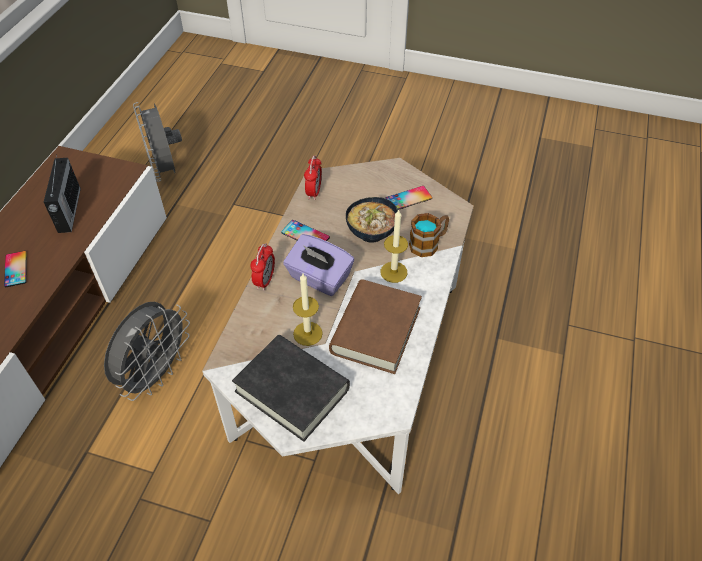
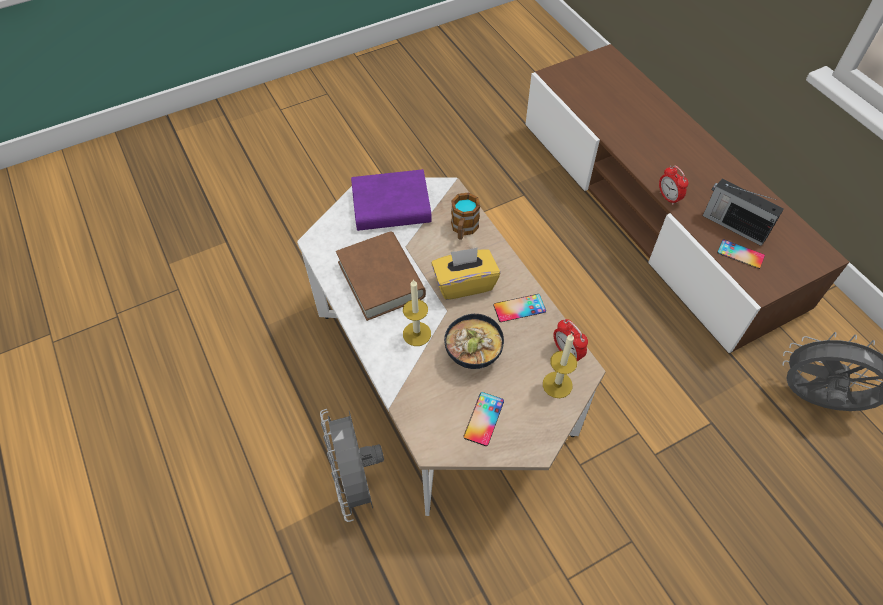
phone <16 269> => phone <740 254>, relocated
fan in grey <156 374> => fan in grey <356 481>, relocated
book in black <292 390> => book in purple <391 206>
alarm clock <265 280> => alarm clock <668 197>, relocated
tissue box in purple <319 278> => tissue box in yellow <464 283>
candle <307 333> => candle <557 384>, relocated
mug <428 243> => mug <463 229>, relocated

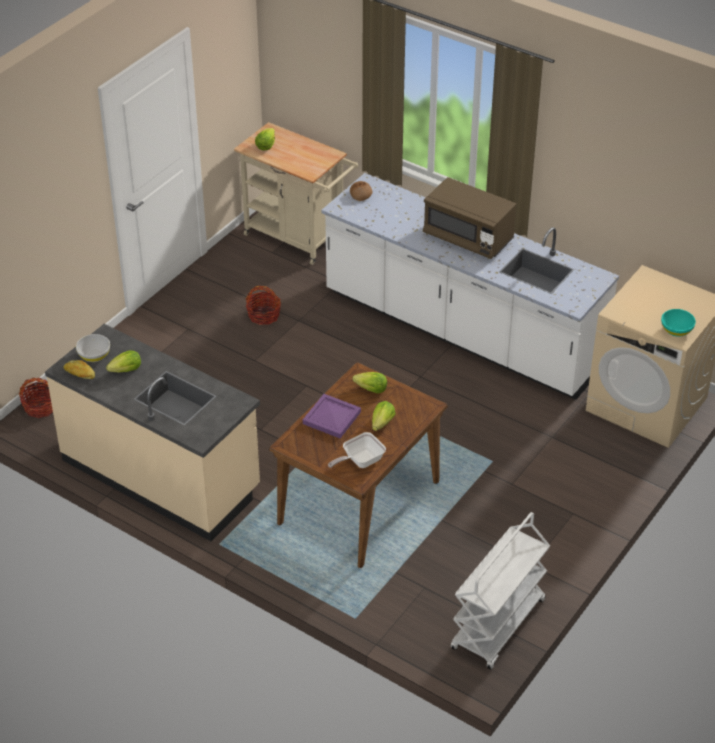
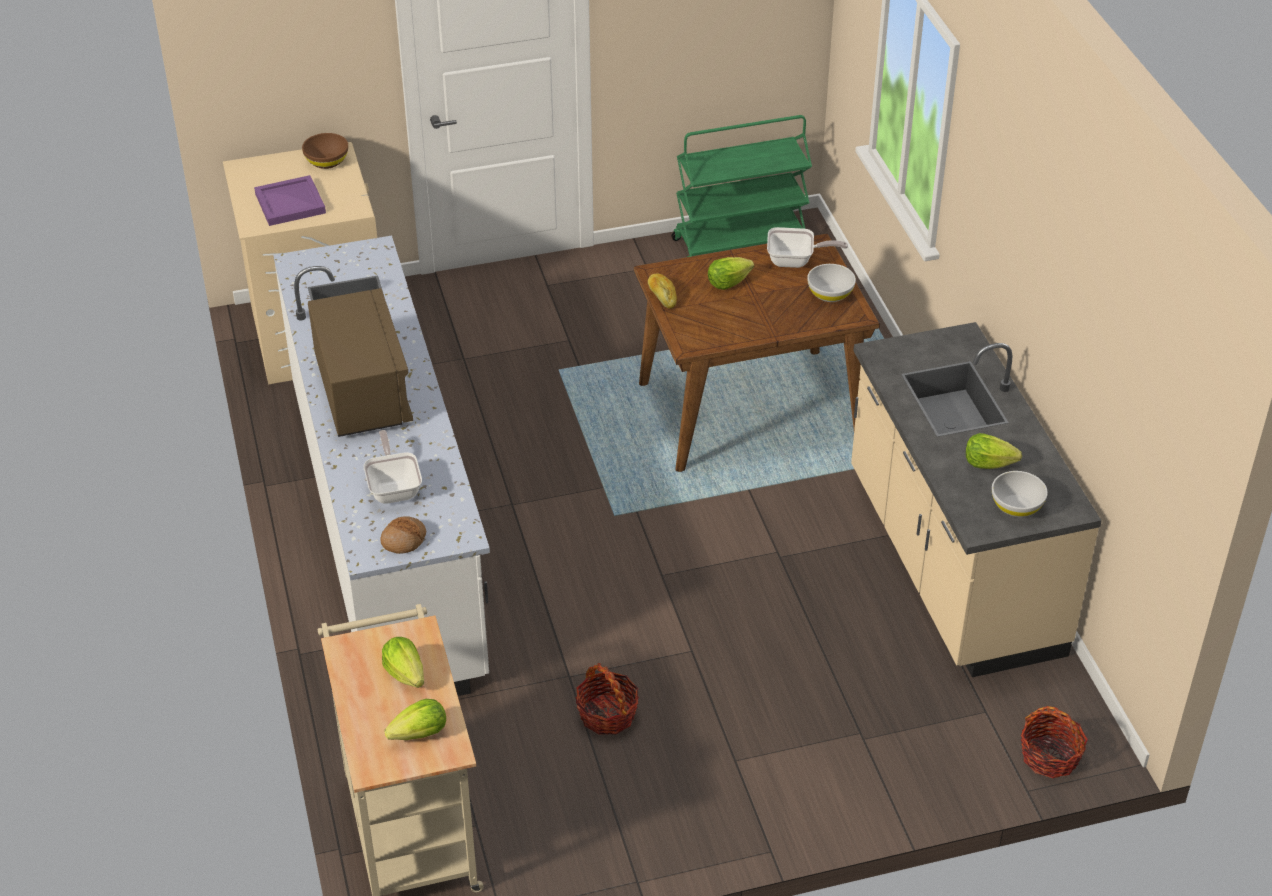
bread <79 374> => bread <662 296>, relocated
tray in purple <331 418> => tray in purple <291 204>, relocated
lettuce <371 389> => lettuce <405 673>, relocated
cart in white <498 626> => cart in green <740 243>
bowl in turquoise <676 330> => bowl in brown <326 161>
nothing => frying pan <394 487>
nothing => bowl in white <830 294>

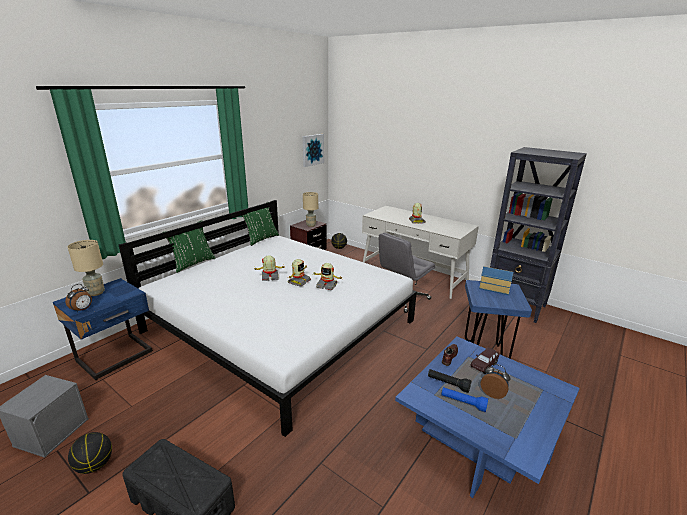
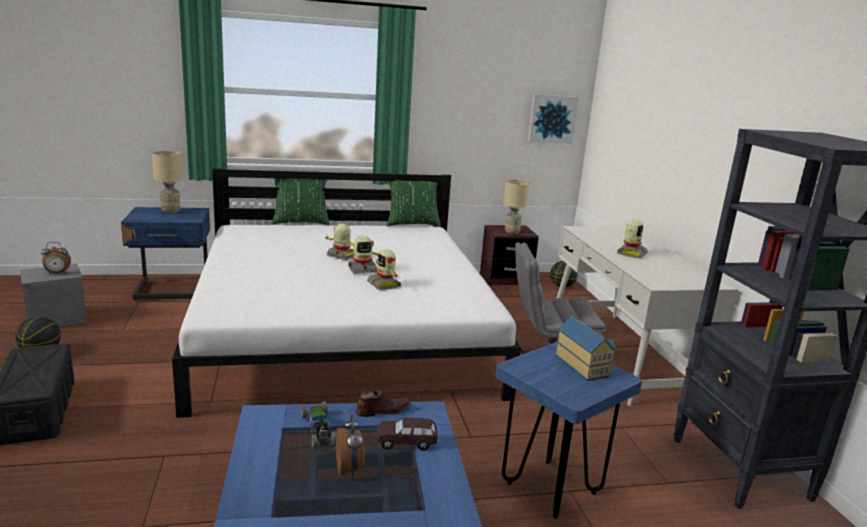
alarm clock <82 309> => alarm clock <57 273>, relocated
flashlight in black <448 384> => toy car <319 430>
flashlight in blue <463 403> => nothing

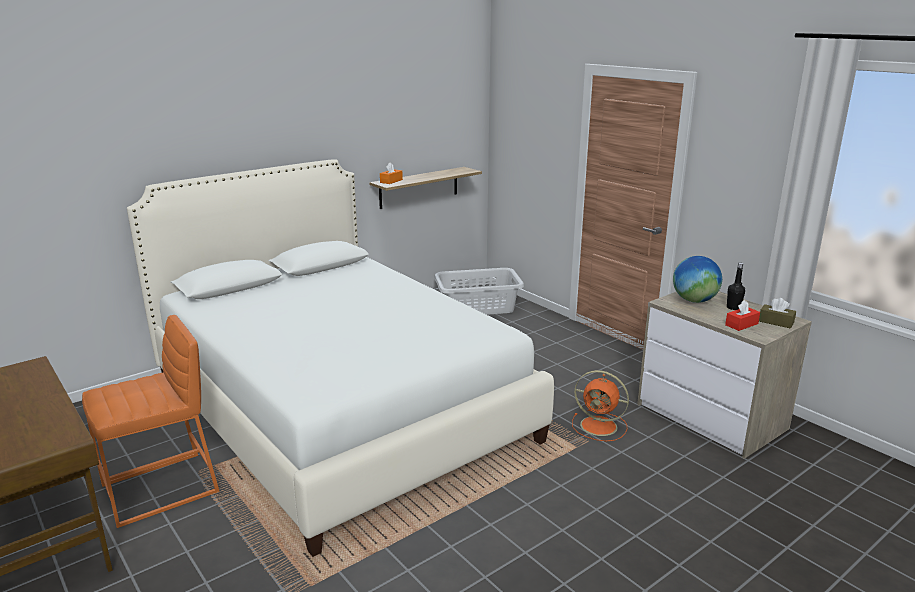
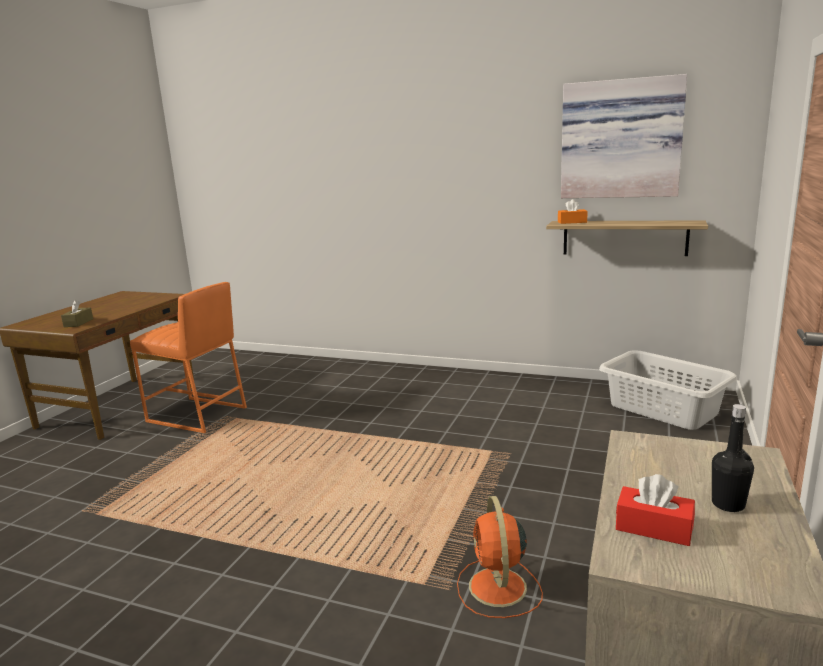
bed in white <339 408> => nothing
globe <694 301> => nothing
tissue box in brown <776 322> => tissue box in brown <78 323>, relocated
nothing => picture <620 139>

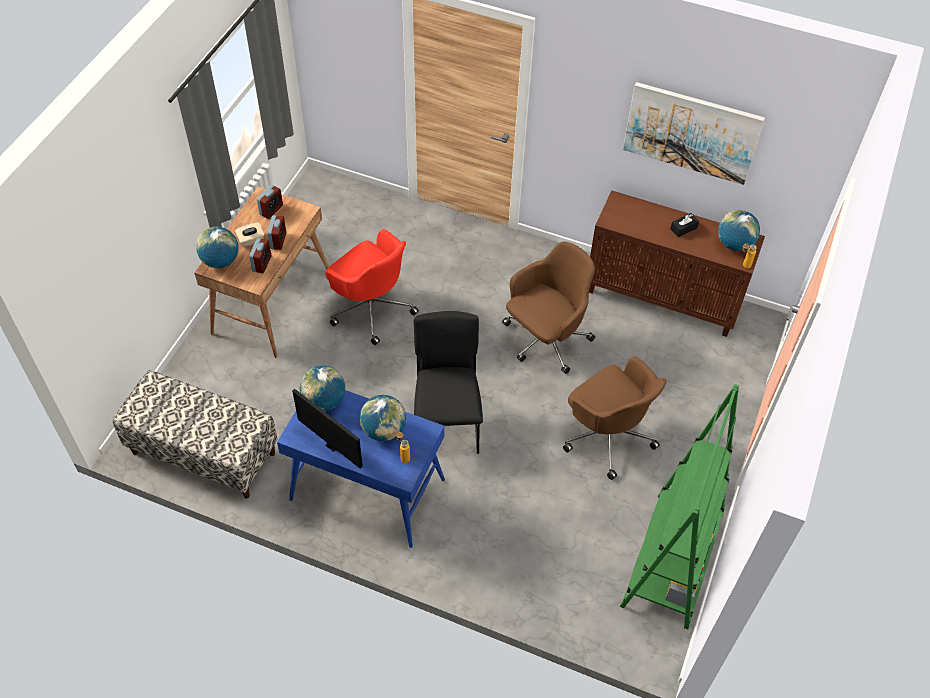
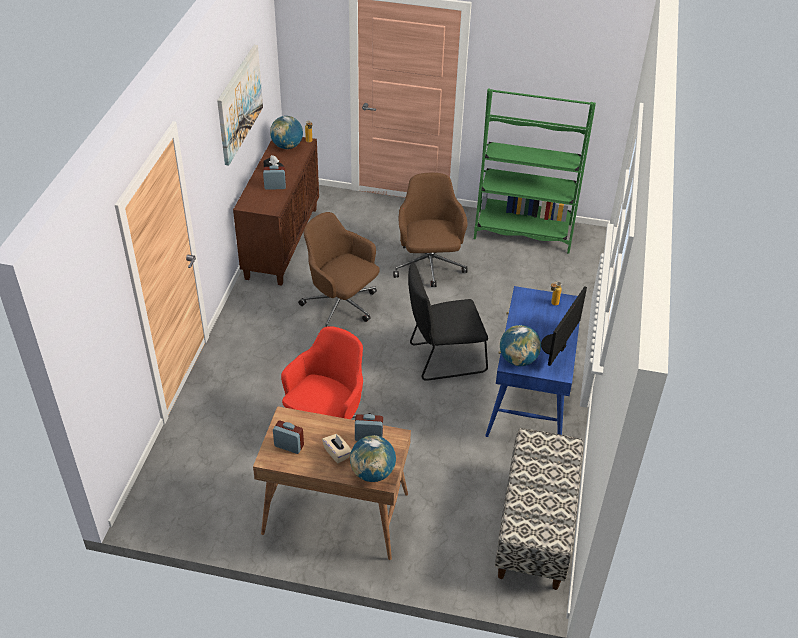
alarm clock <278 241> => alarm clock <275 186>, relocated
globe <383 430> => nothing
office chair in brown <607 435> => office chair in brown <429 266>, 45 degrees counterclockwise

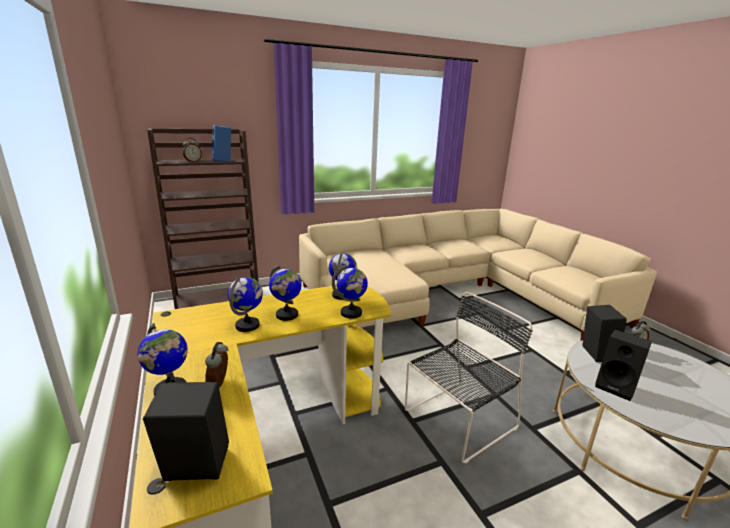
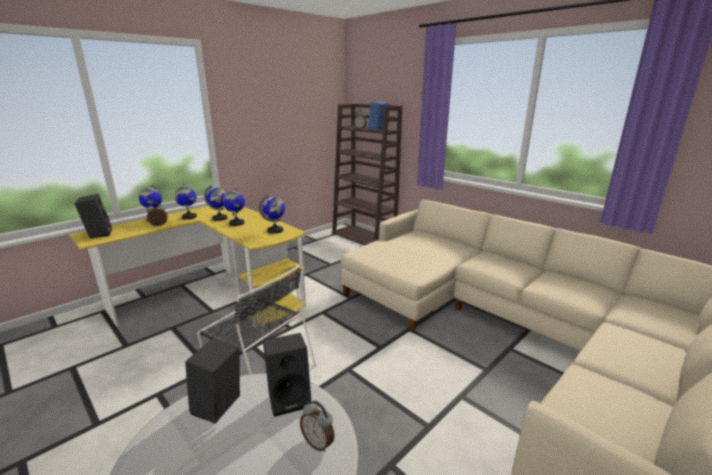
globe <351 313> => globe <189 217>, relocated

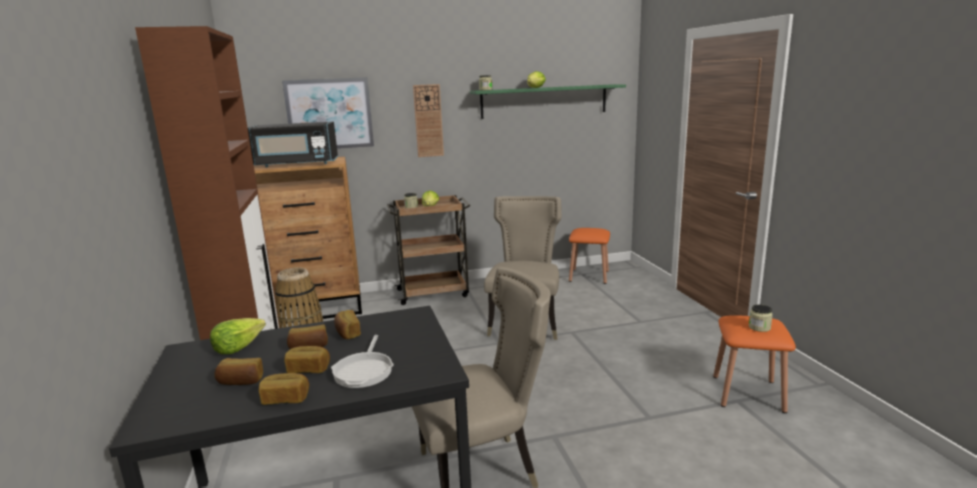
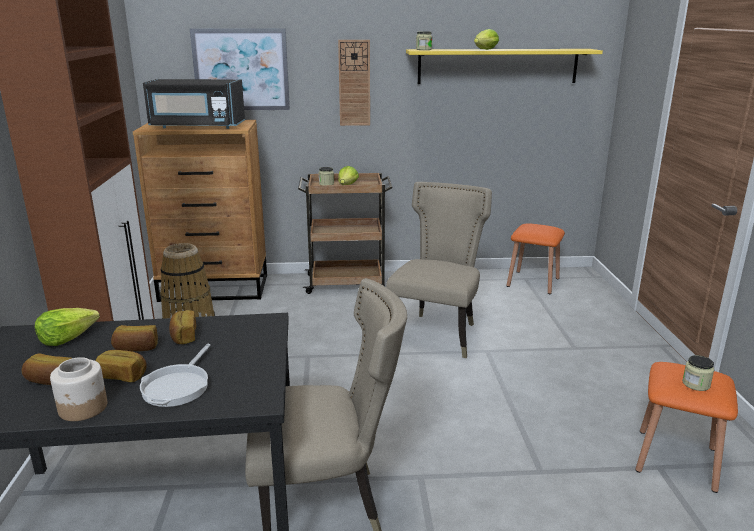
bread <285 398> => jar <83 408>
shelf in green <544 101> => shelf in yellow <497 66>

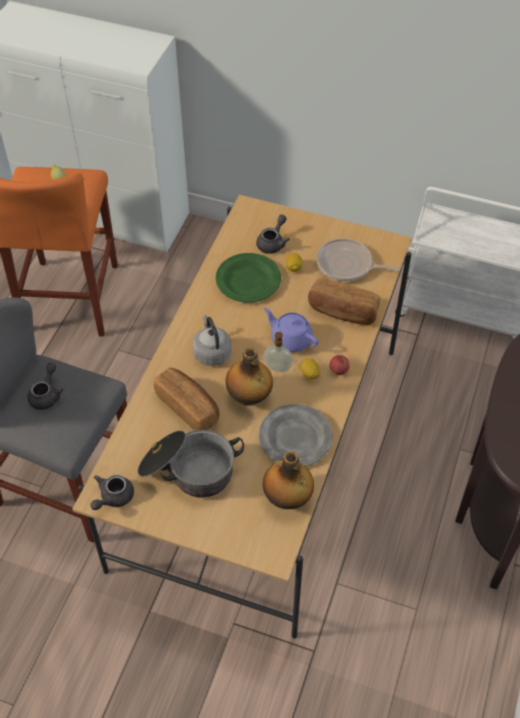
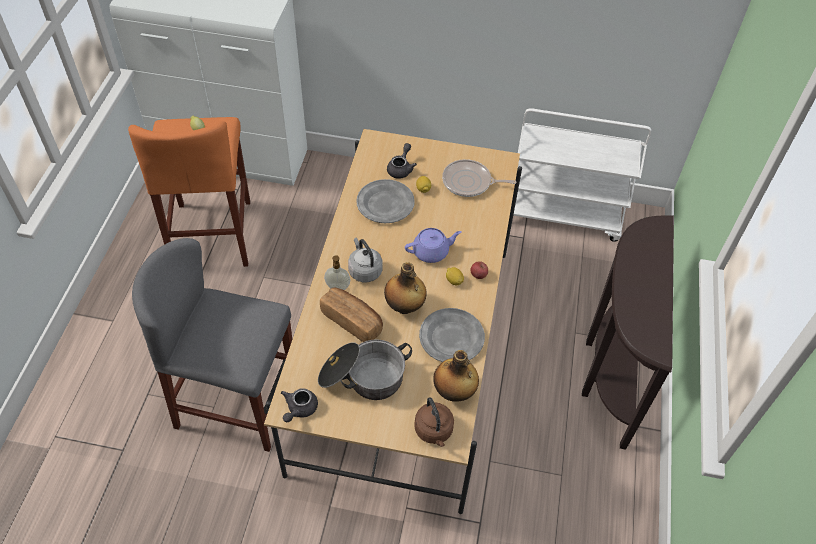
teapot in grey <47 395> => nothing
plate in green <248 280> => plate in grey <385 203>
teapot in purple <290 339> => teapot in purple <431 252>, 135 degrees clockwise
soap dispenser <277 368> => soap dispenser <337 287>, relocated
bread <342 312> => nothing
nothing => kettle in brown <434 431>

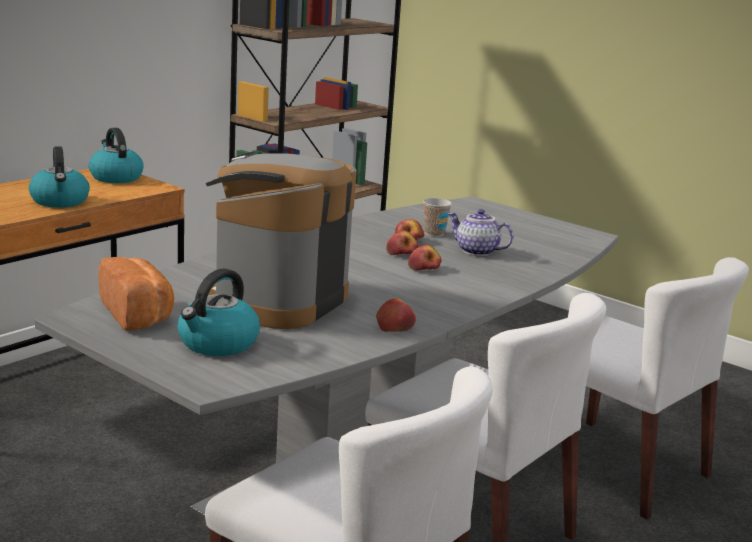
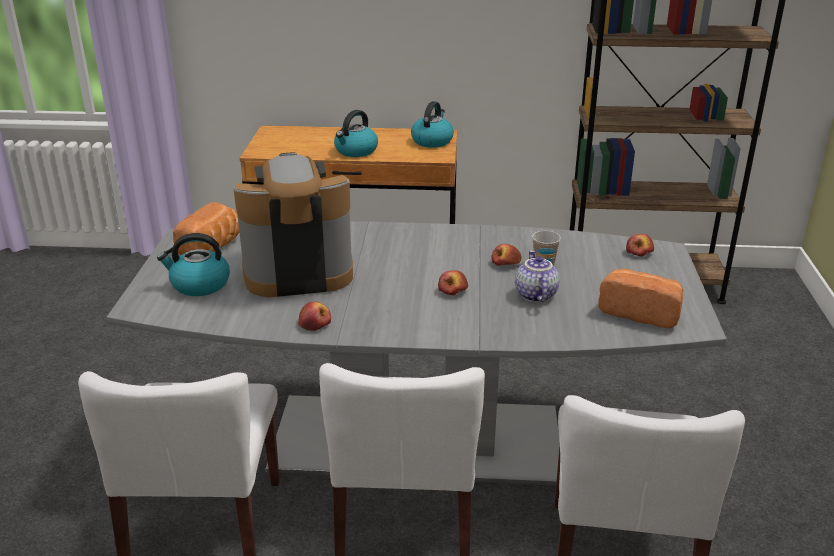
apple <401 253> => apple <639 253>, relocated
nothing => bread <641 312>

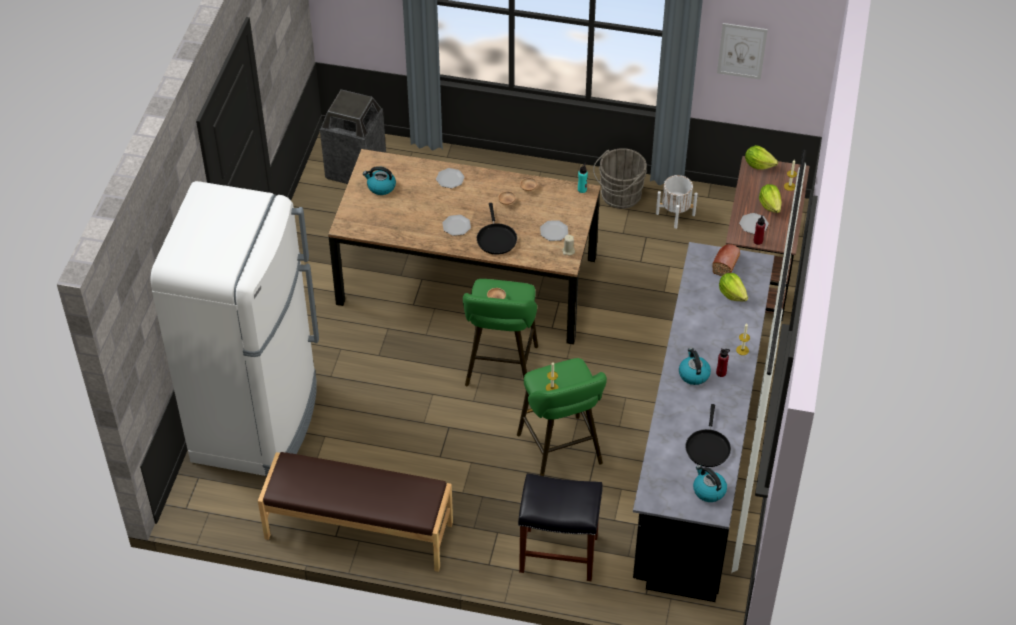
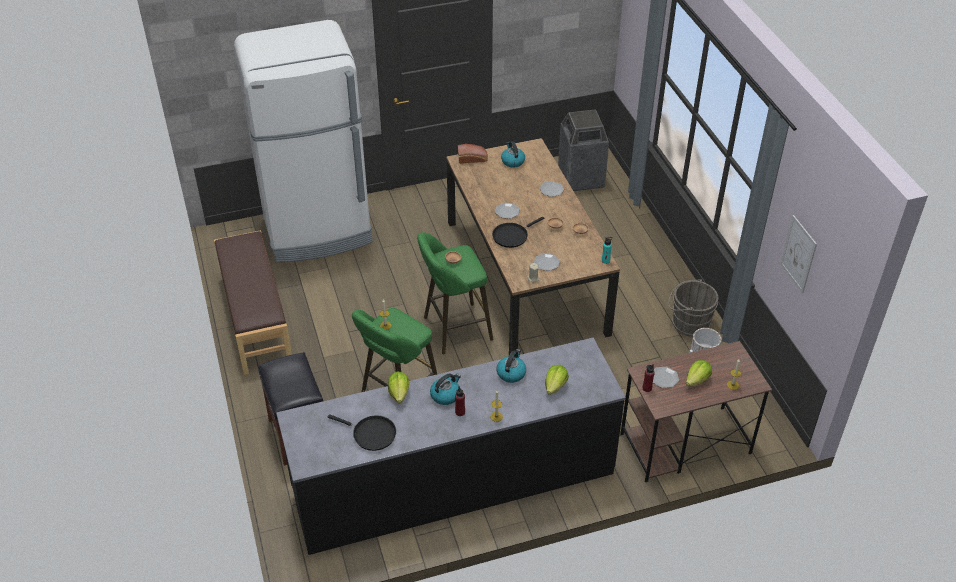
frying pan in black <707 447> => frying pan in black <371 434>, 135 degrees counterclockwise
kettle <708 490> => kettle <511 373>, relocated
bread <726 264> => bread <473 159>, relocated
lettuce <758 165> => lettuce <399 393>, relocated

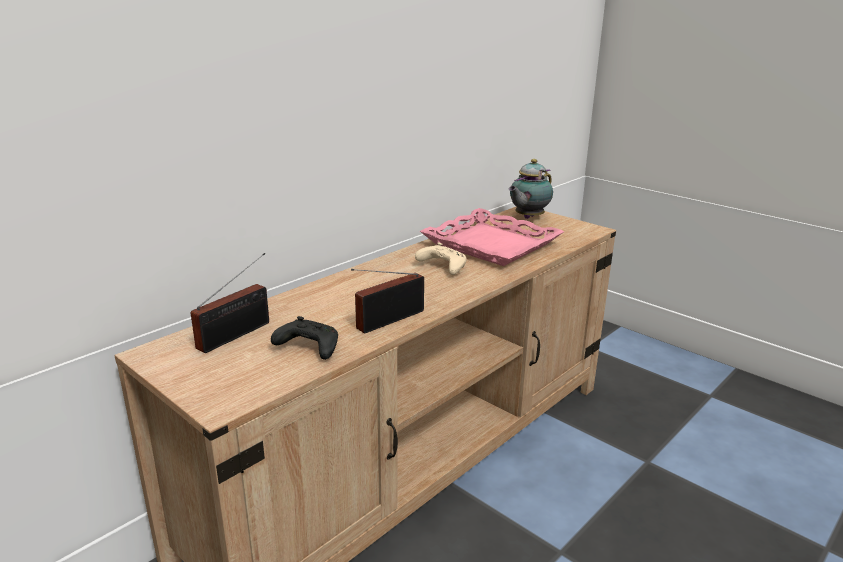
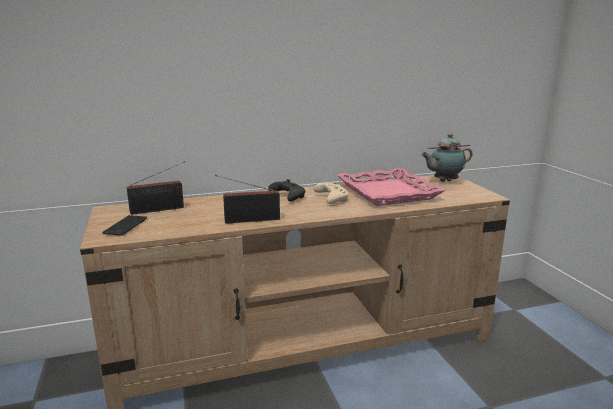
game controller in black <307 348> => game controller in black <287 197>, relocated
nothing => phone <126 226>

